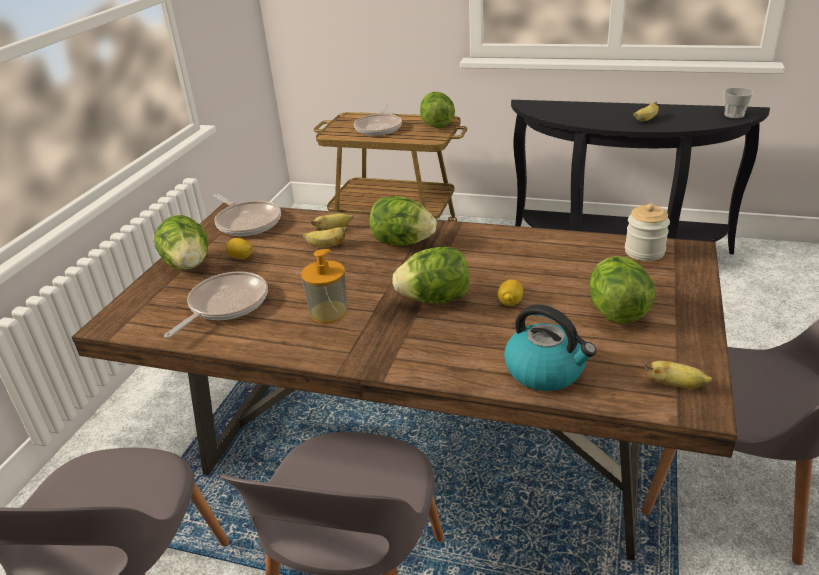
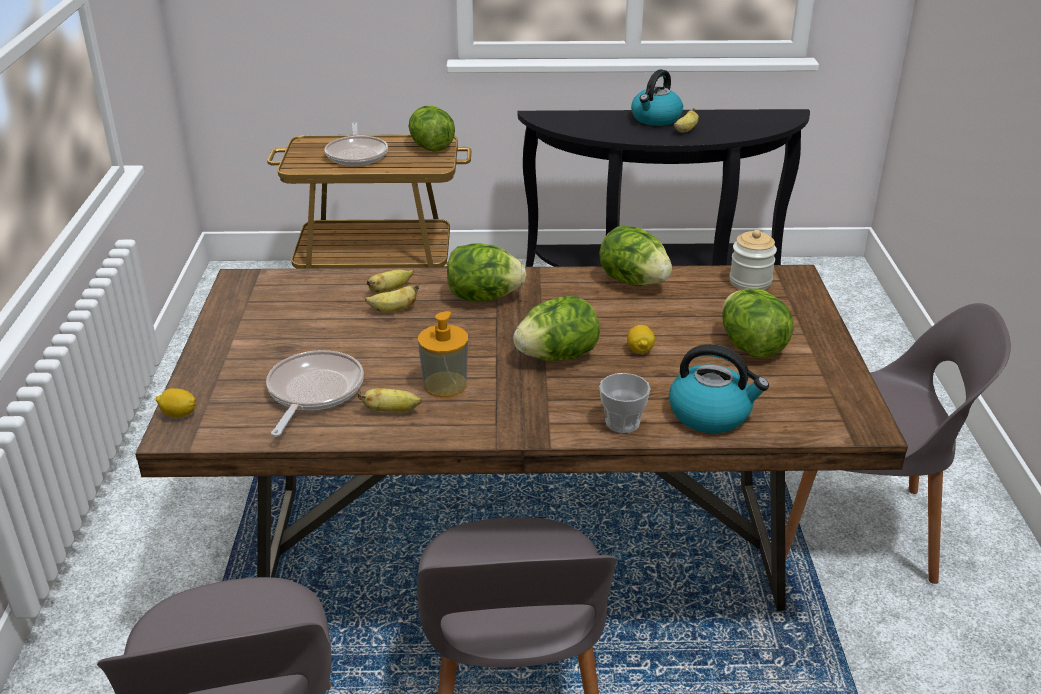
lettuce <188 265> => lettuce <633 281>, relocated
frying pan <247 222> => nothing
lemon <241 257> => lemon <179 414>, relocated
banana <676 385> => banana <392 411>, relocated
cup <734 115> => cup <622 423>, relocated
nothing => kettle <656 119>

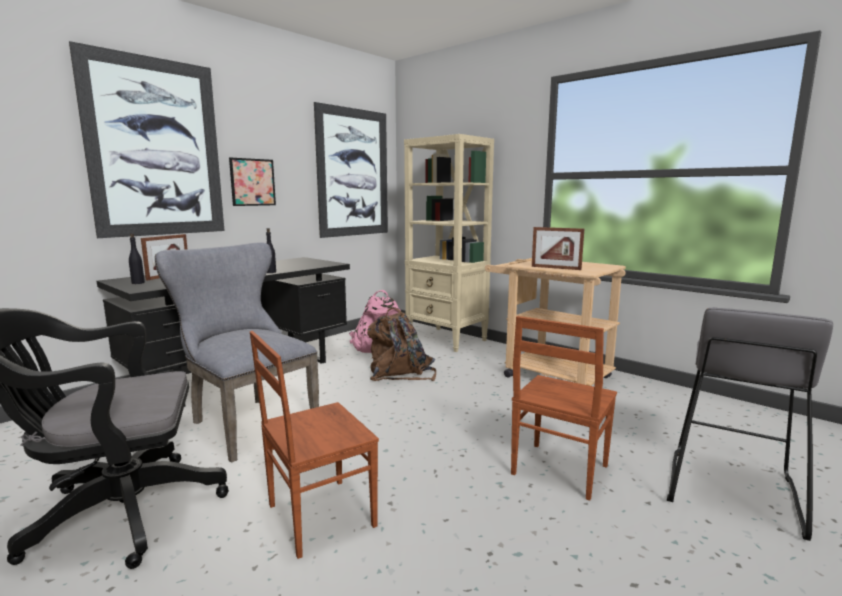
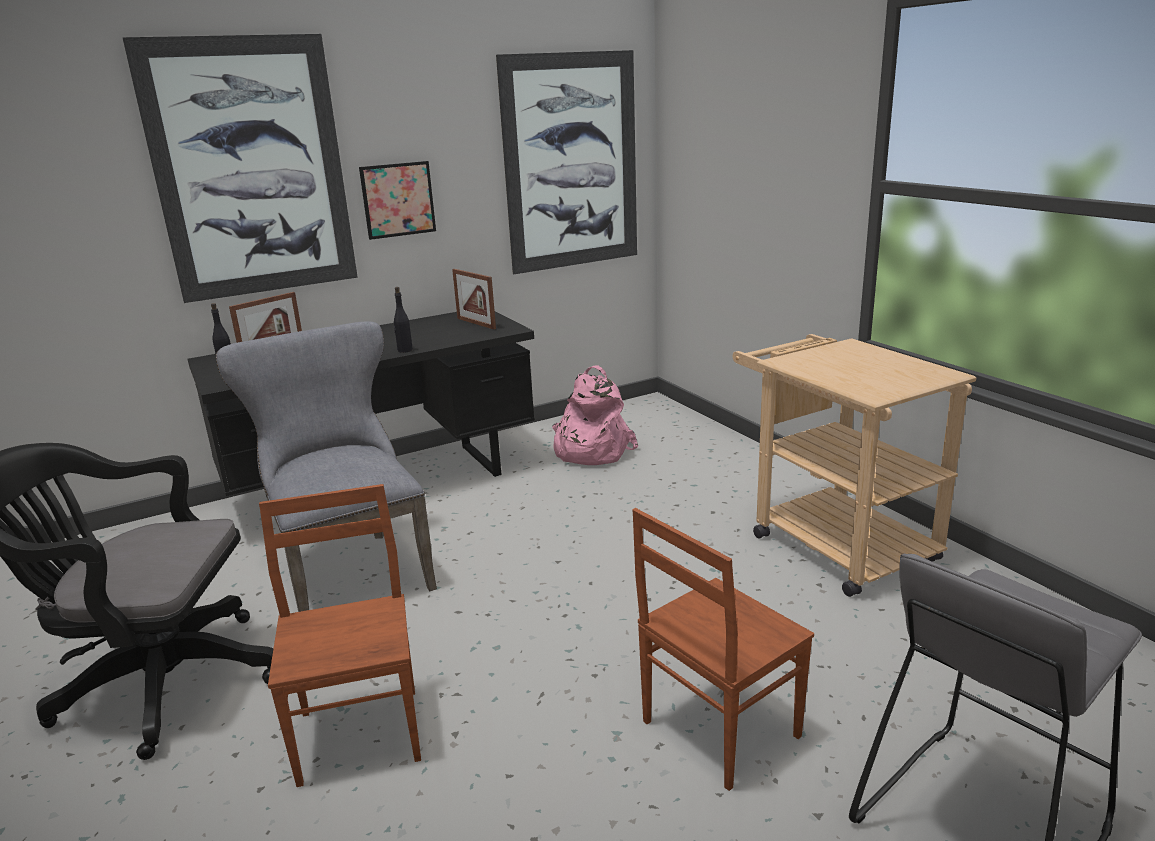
chair in brown <319 515> => chair in brown <362 733>, 90 degrees clockwise
backpack in brown <400 373> => nothing
bookcase in beige <447 339> => nothing
picture frame <556 268> => picture frame <476 323>, relocated

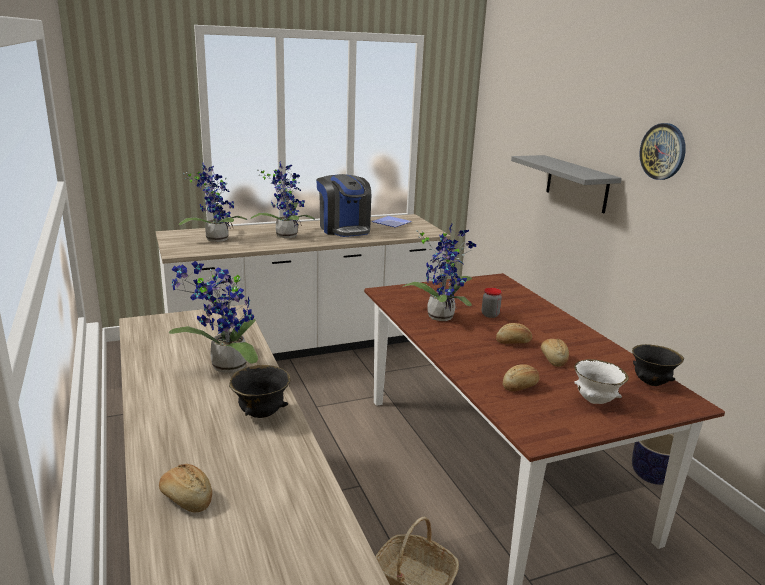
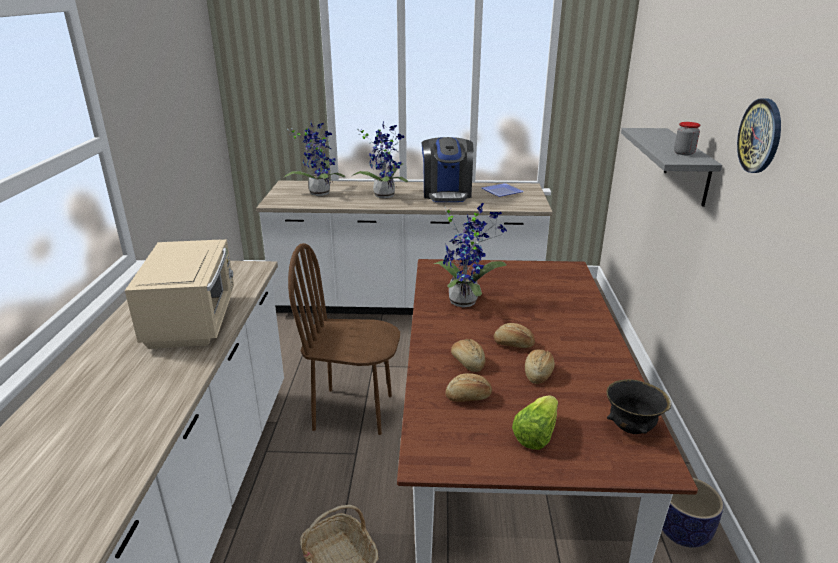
bread <186 498> => bread <468 362>, relocated
potted plant <225 367> => microwave in beige <193 320>
bowl in black <261 414> => nothing
jar <490 315> => jar <684 153>, relocated
bowl in white <595 401> => lettuce <536 434>
nothing => chair in brown <353 411>

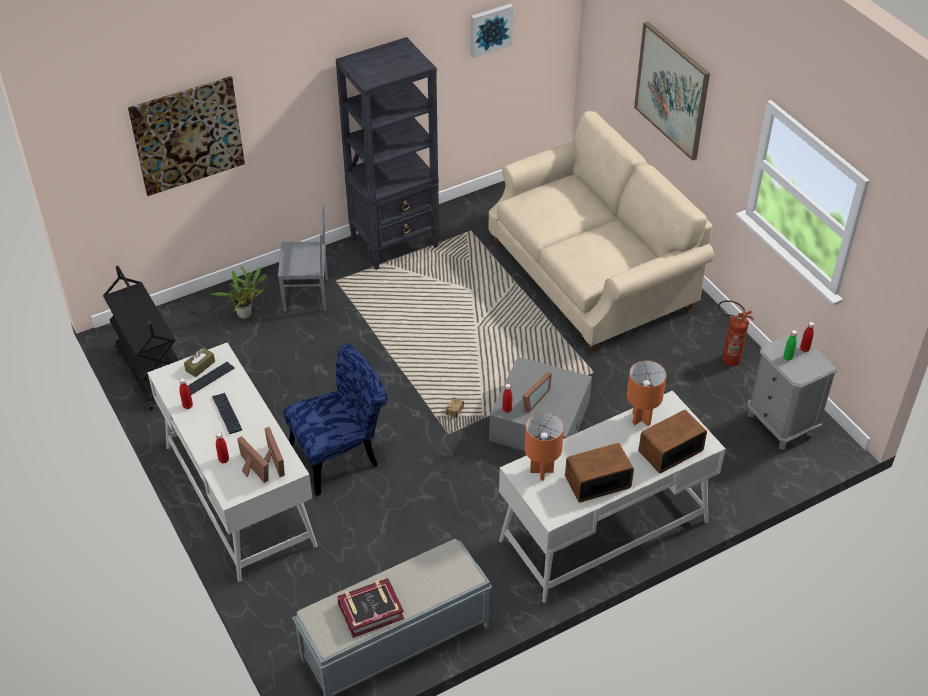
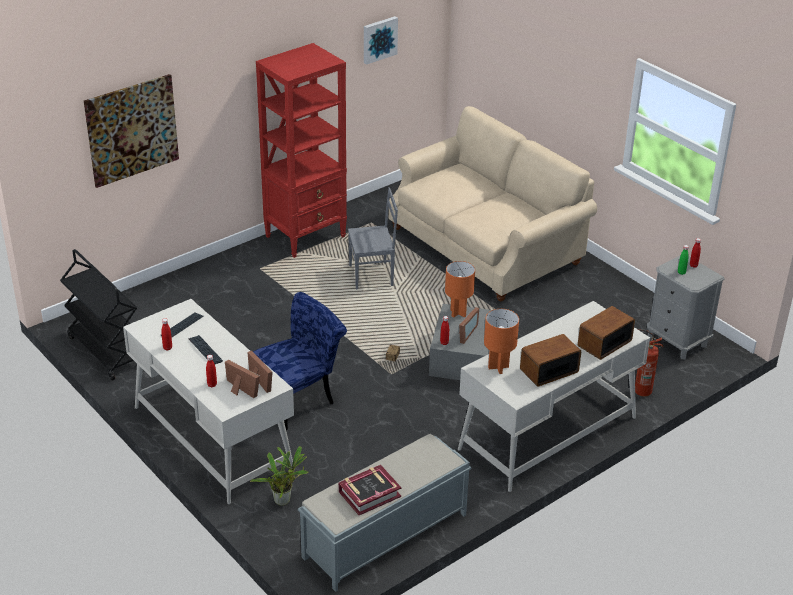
tissue box in brown <200 366> => nothing
potted plant <247 314> => potted plant <284 500>, relocated
chair in grey <307 295> => chair in grey <372 276>, relocated
bookcase in black <395 243> => bookcase in red <306 236>
table lamp in orange <642 419> => table lamp in orange <458 313>, relocated
picture <672 90> => nothing
fire extinguisher <726 359> => fire extinguisher <638 391>, relocated

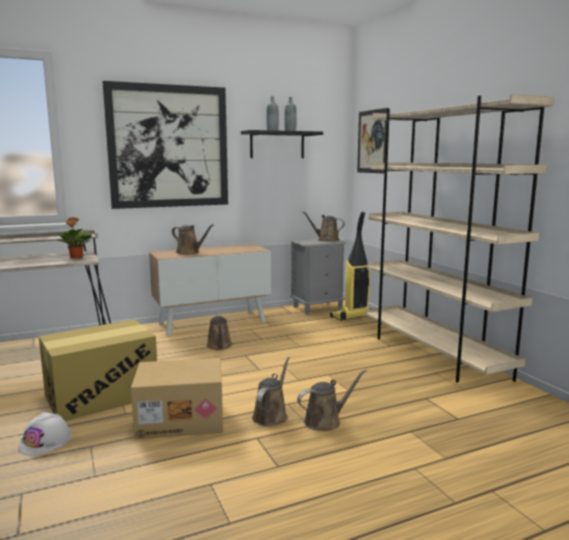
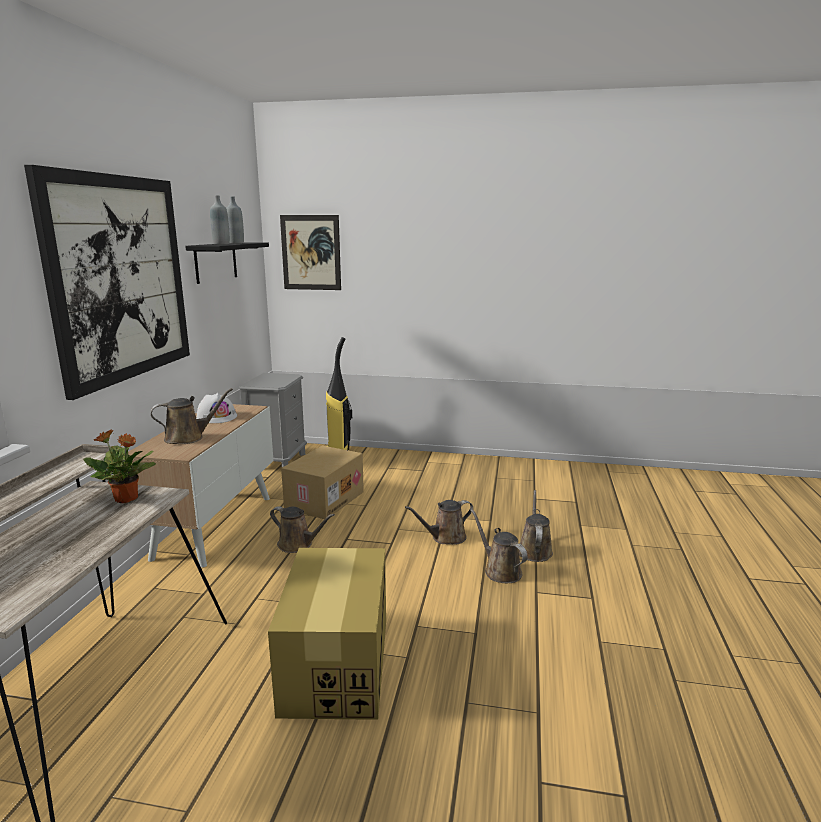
hard hat in white <45 441> => hard hat in white <217 417>, relocated
cardboard box <181 419> => cardboard box <324 499>, relocated
watering can in brown <326 240> => watering can in brown <445 538>, relocated
bookcase in beige <433 354> => nothing

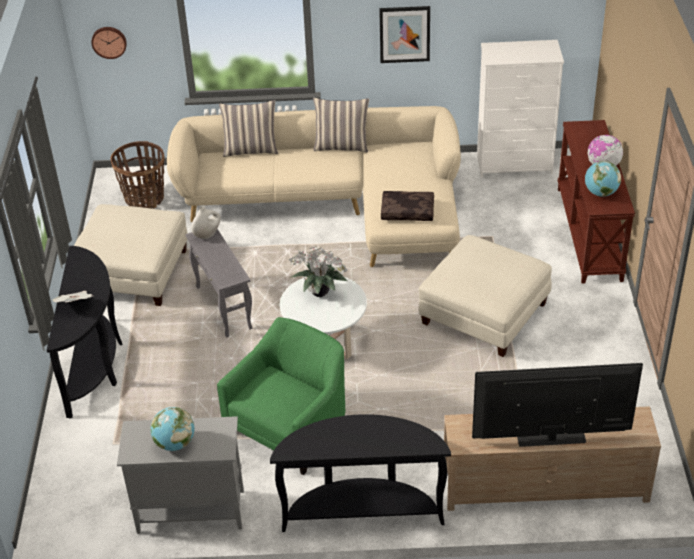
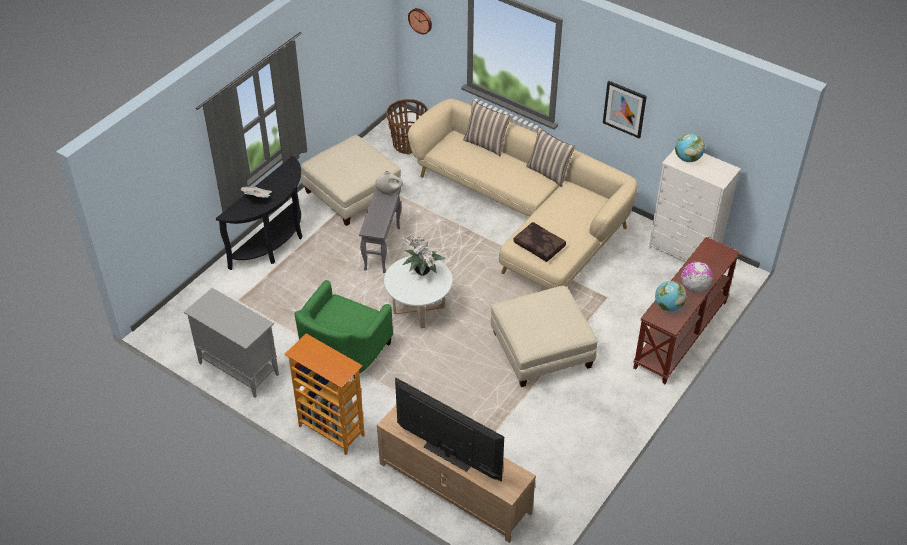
globe <175 443> => globe <687 159>, relocated
armchair in green <290 427> => armchair in green <343 352>, 135 degrees clockwise
console table in black <362 511> => bookcase <331 431>

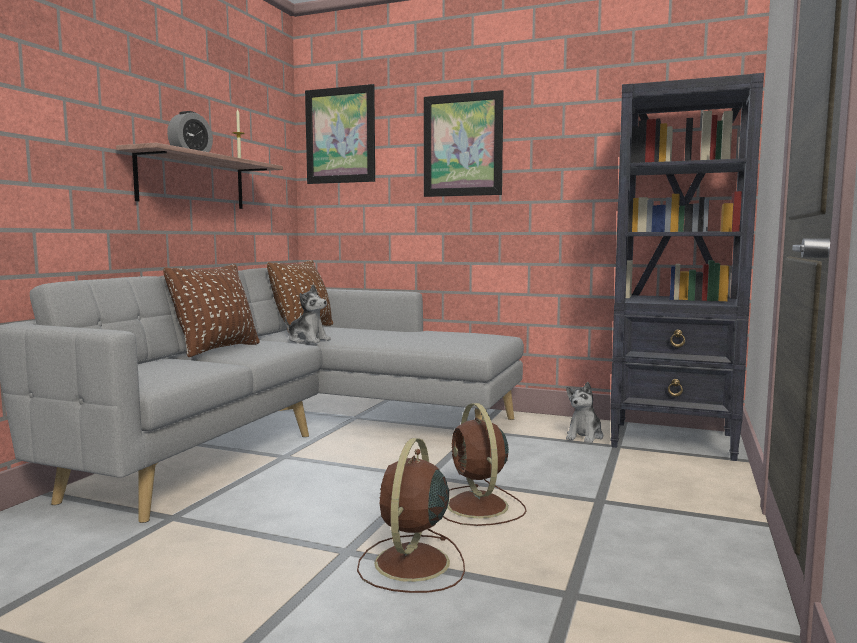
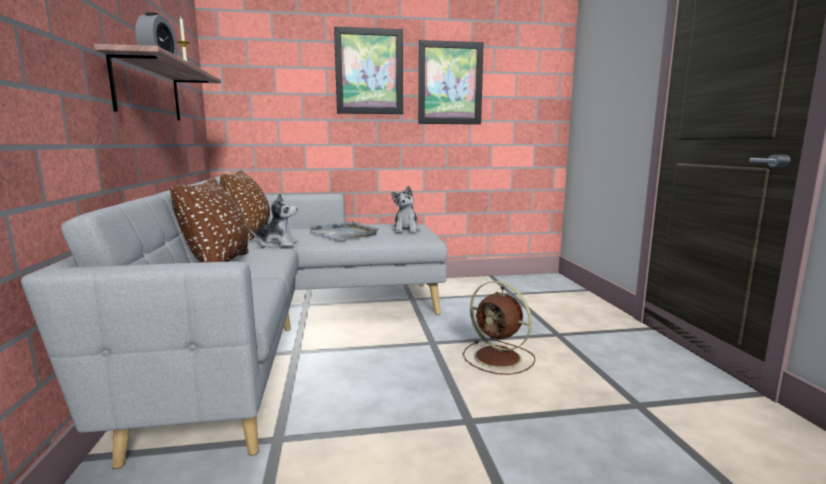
picture <340 135> => picture <450 83>, relocated
fan in brown <411 564> => nothing
plush toy <584 436> => plush toy <406 230>, relocated
bookcase in black <674 441> => nothing
nothing => tray in grey <344 233>

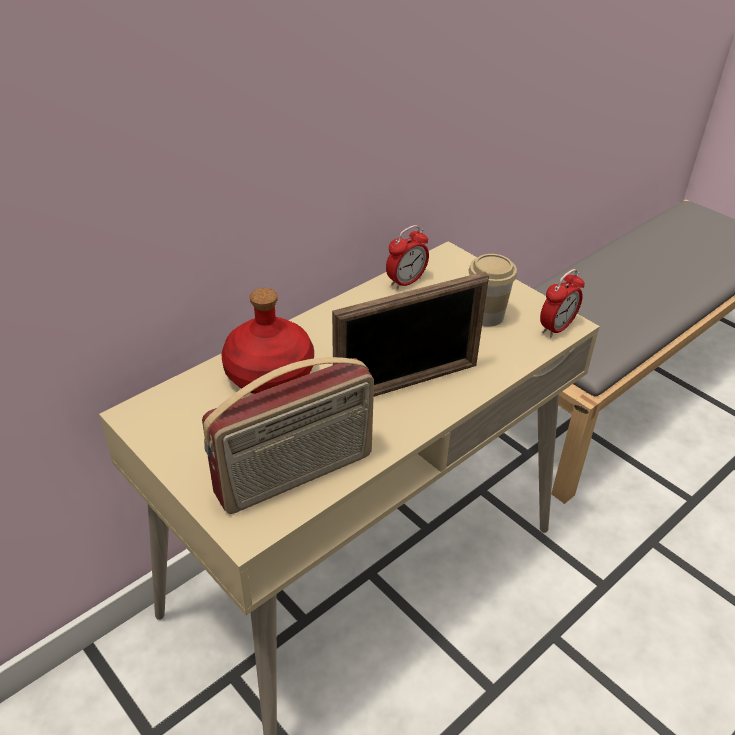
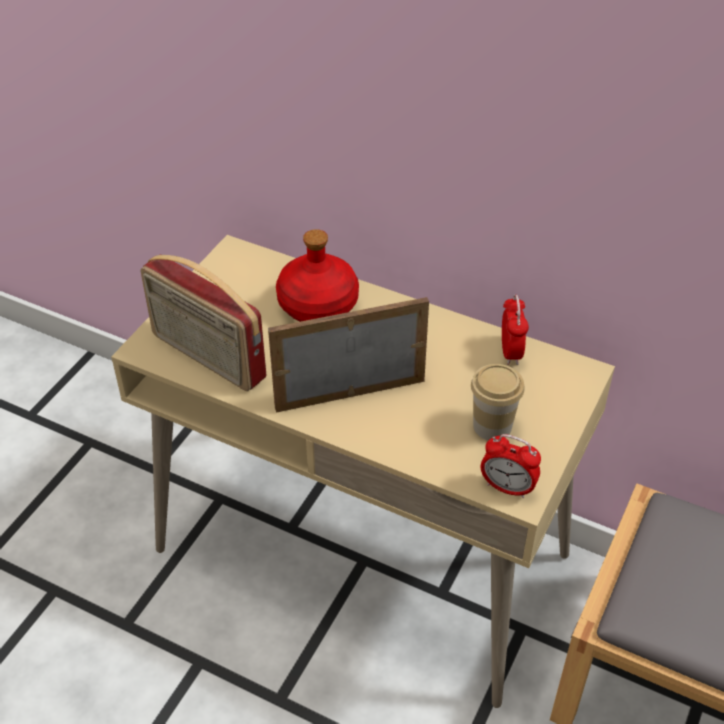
picture frame <407 385> => picture frame <350 393>, 120 degrees clockwise
alarm clock <406 282> => alarm clock <510 352>, 120 degrees counterclockwise

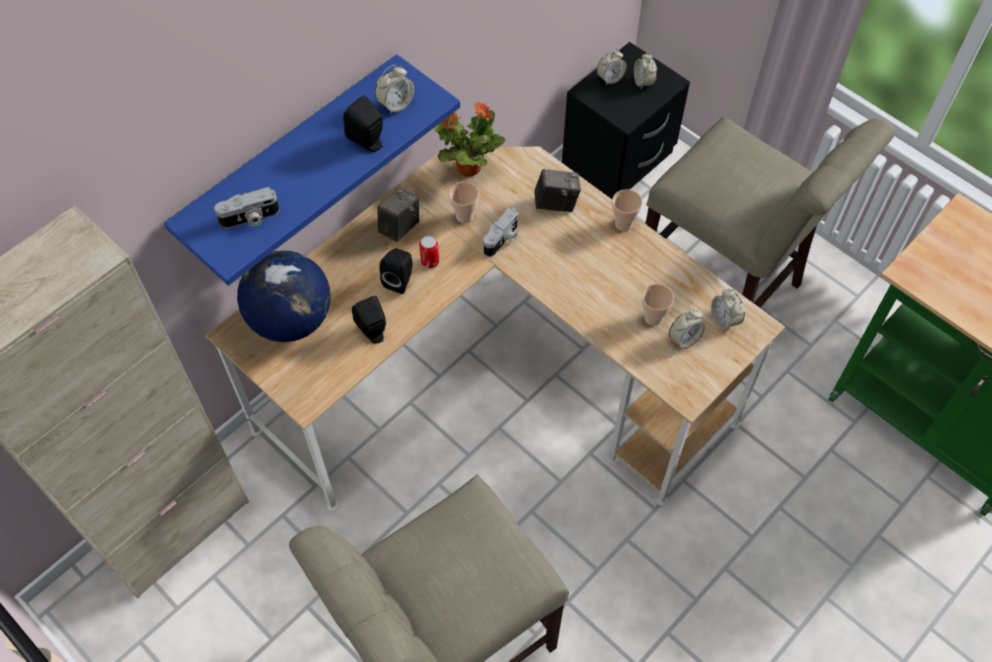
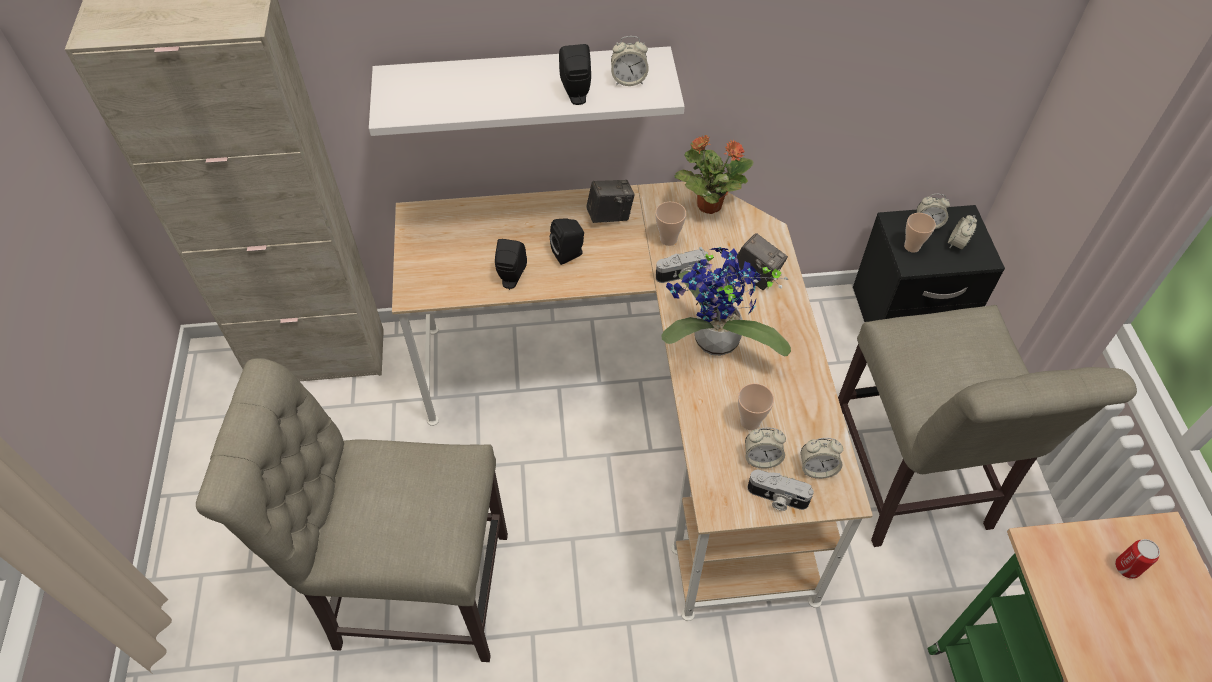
shelf in blue <291 158> => shelf in white <525 86>
photo camera <250 218> => photo camera <777 498>, relocated
globe <291 319> => nothing
can <430 261> => can <1127 567>, relocated
cup <623 224> => cup <912 246>, relocated
alarm clock <724 319> => alarm clock <817 468>, 105 degrees counterclockwise
nothing => potted plant <713 344>

